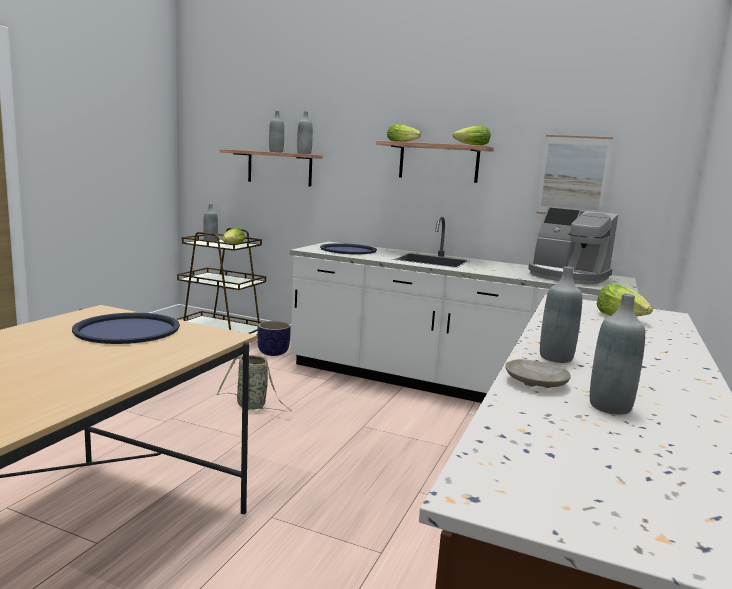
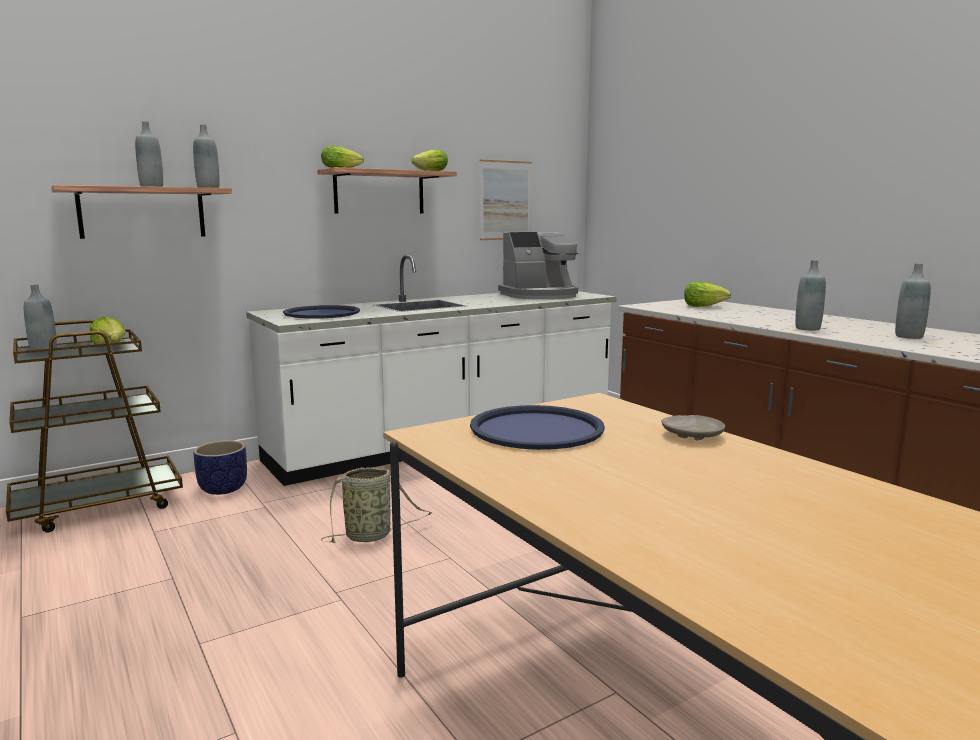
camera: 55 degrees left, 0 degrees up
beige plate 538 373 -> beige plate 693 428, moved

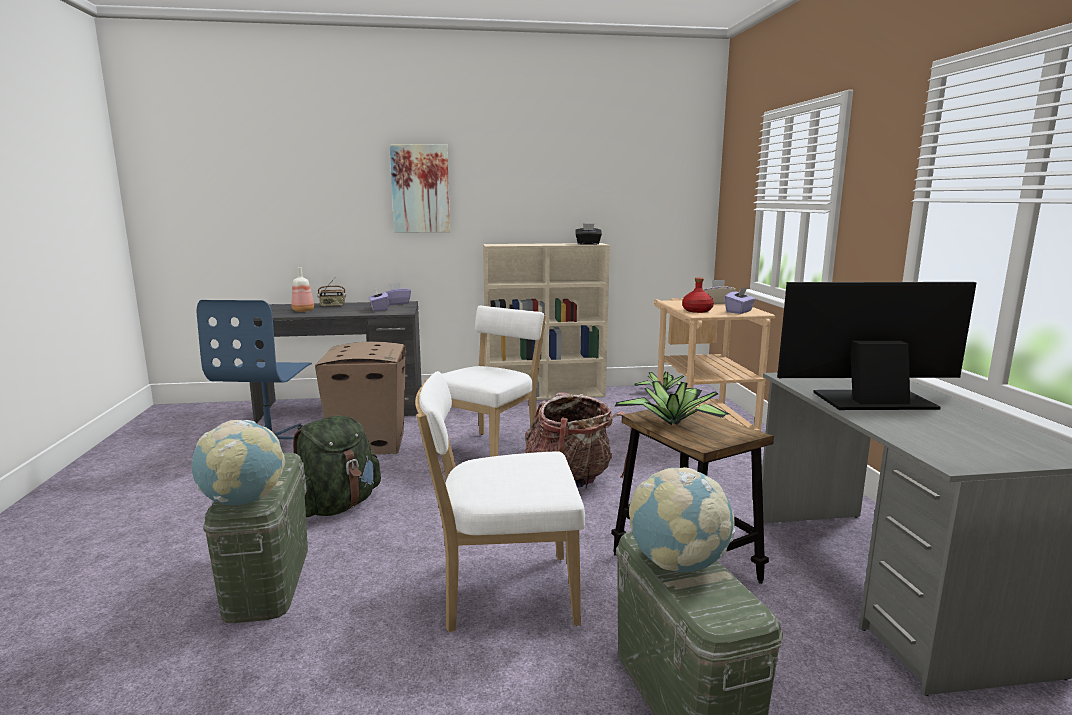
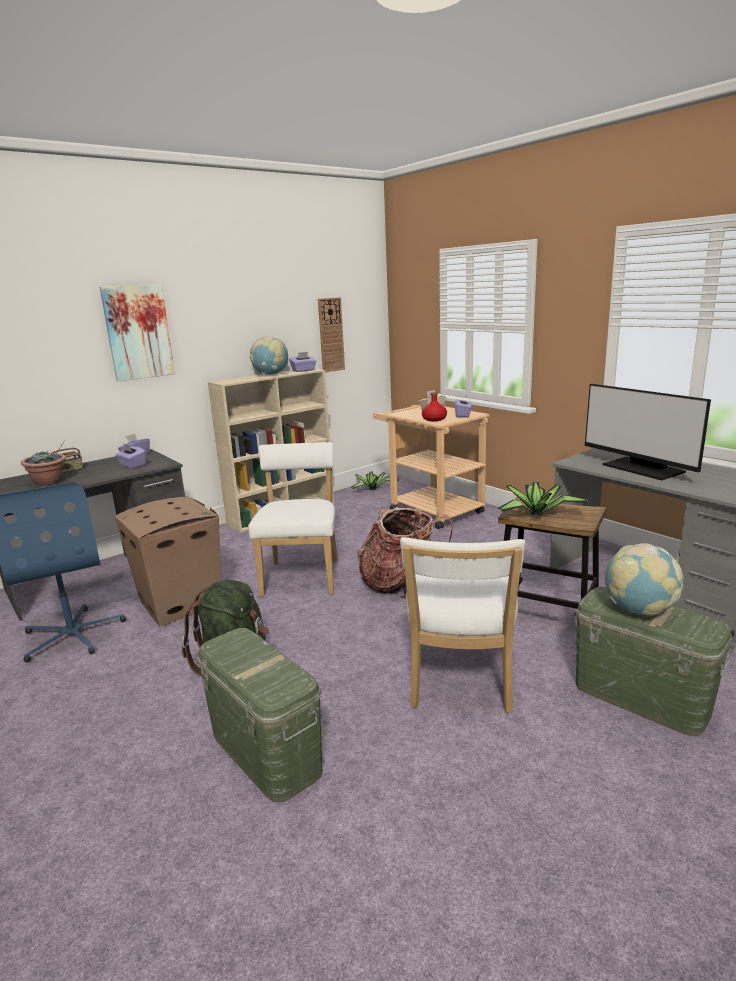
camera: 30 degrees left, 5 degrees up
bottle 303 289 -> potted plant 43 468
globe 238 462 -> globe 269 355, moved
black tissue box 588 234 -> purple tissue box 302 362
none -> wall clock 331 334
white chair 500 501 -> white chair 462 625, 45 degrees counterclockwise
monitor 877 346 -> monitor 648 432, 90 degrees counterclockwise

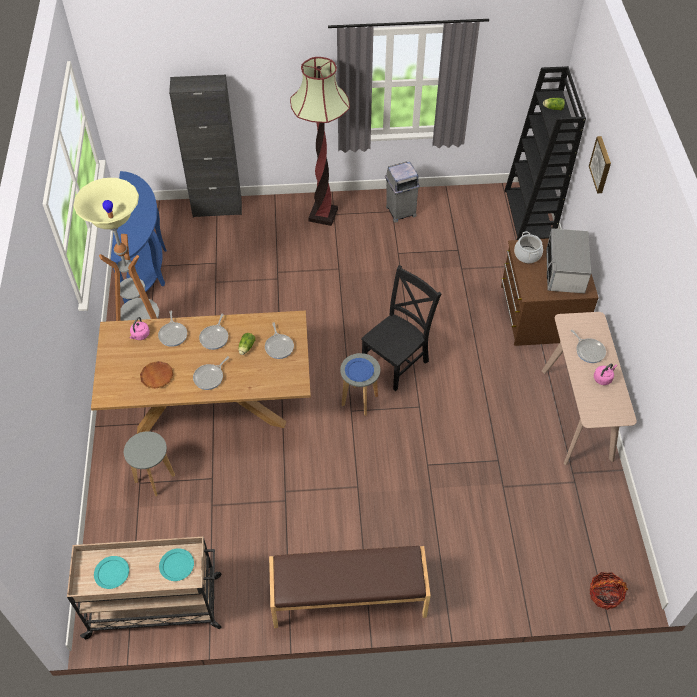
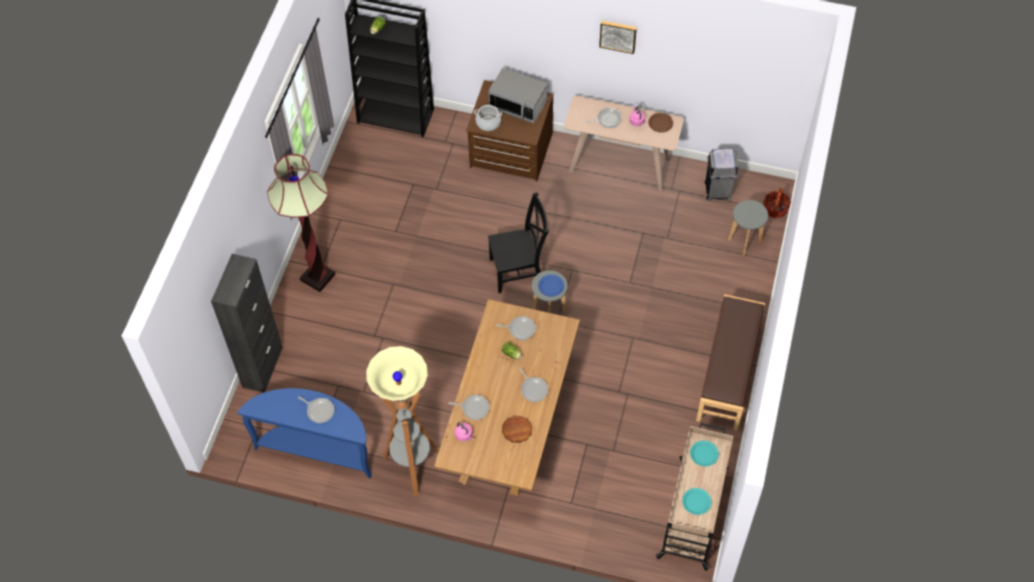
camera: 70 degrees left, 5 degrees up
frying pan 213 332 -> frying pan 316 409, moved
black chair 401 328 -> black chair 518 242, 105 degrees clockwise
picture 600 164 -> picture 618 37, moved
none -> brown plate 660 122
grey trash can 402 192 -> grey trash can 721 175, moved
grey stool 149 463 -> grey stool 748 227, moved

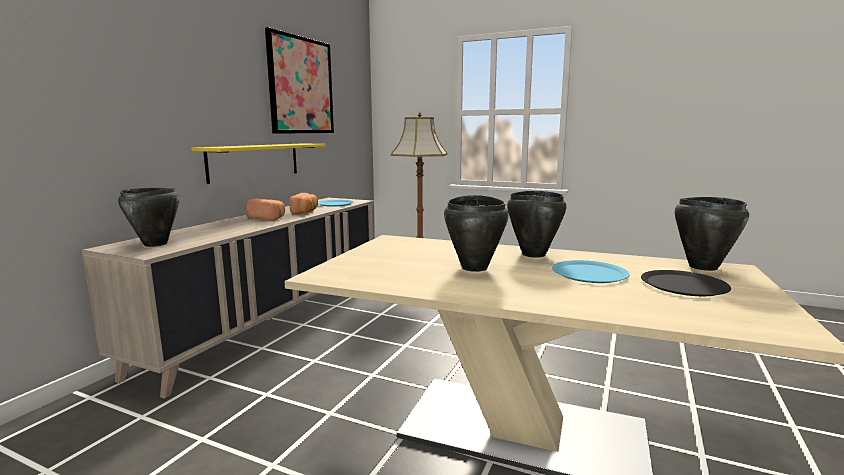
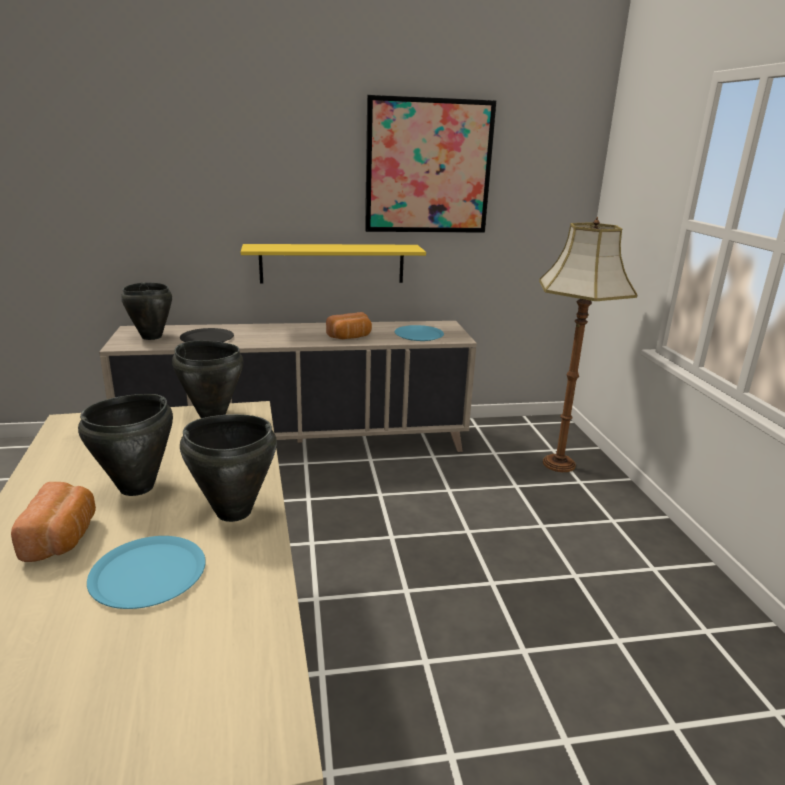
camera: 55 degrees right, 10 degrees up
bread 265 210 -> bread 53 522, moved
black cooking pot 712 234 -> black cooking pot 208 379, moved
black plate 686 283 -> black plate 207 335, moved

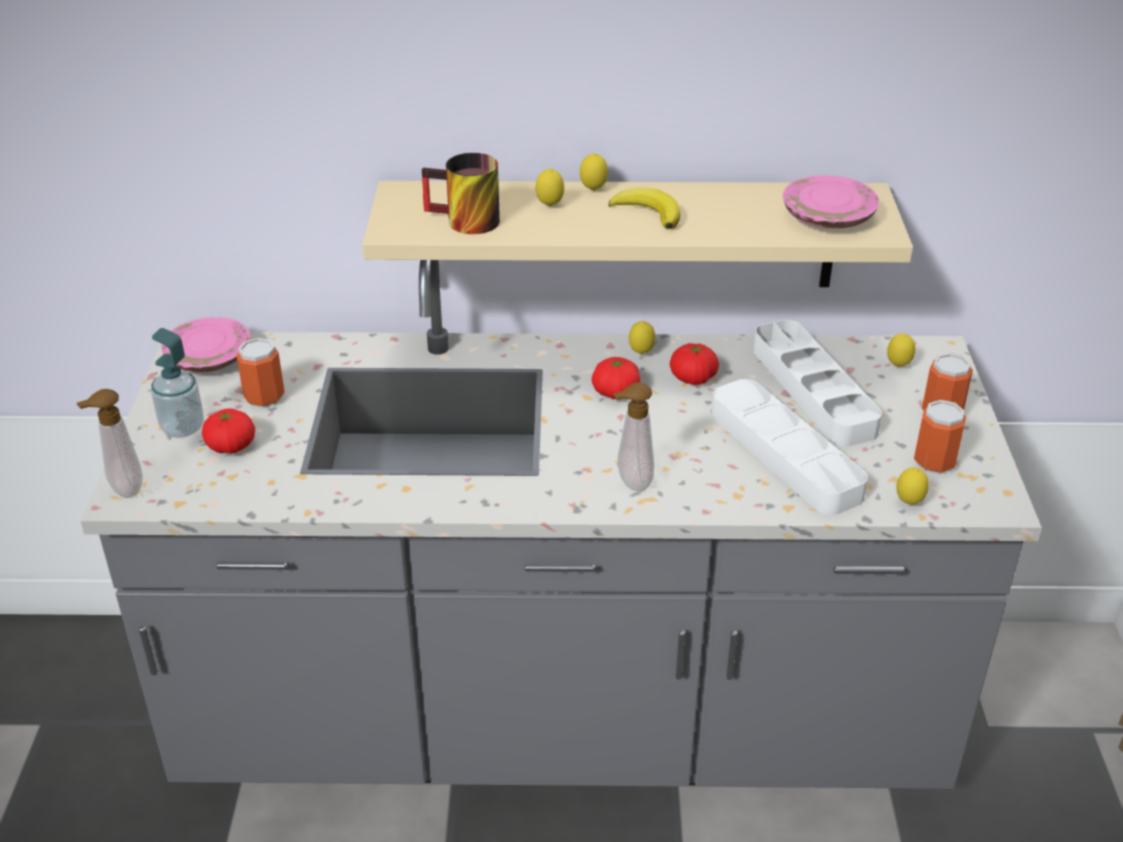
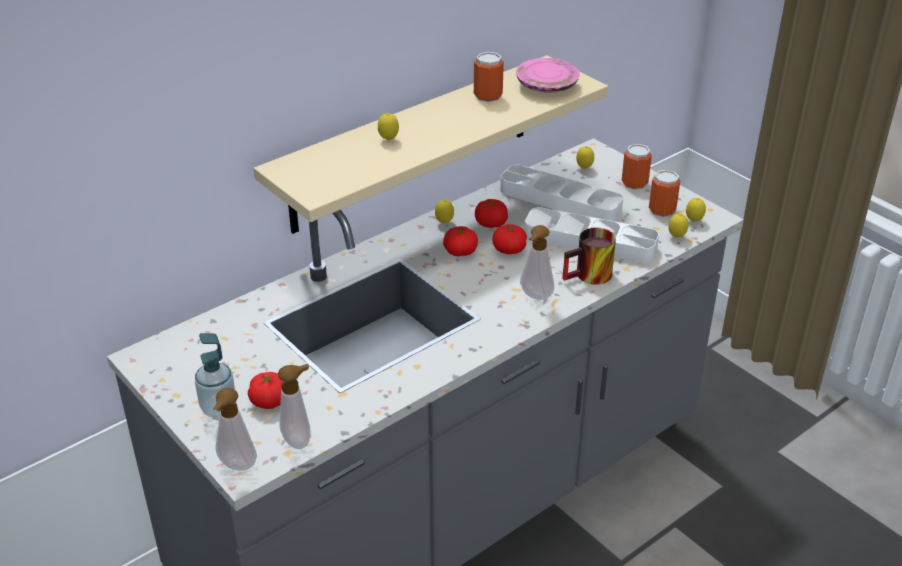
camera: 40 degrees left, 0 degrees up
none -> soap dispenser 294 406
can 260 373 -> can 489 77, moved
none -> tomato 509 239
mug 461 193 -> mug 589 255, moved
lemon 594 172 -> lemon 696 210, moved
pink plate 206 344 -> none
banana 644 208 -> none

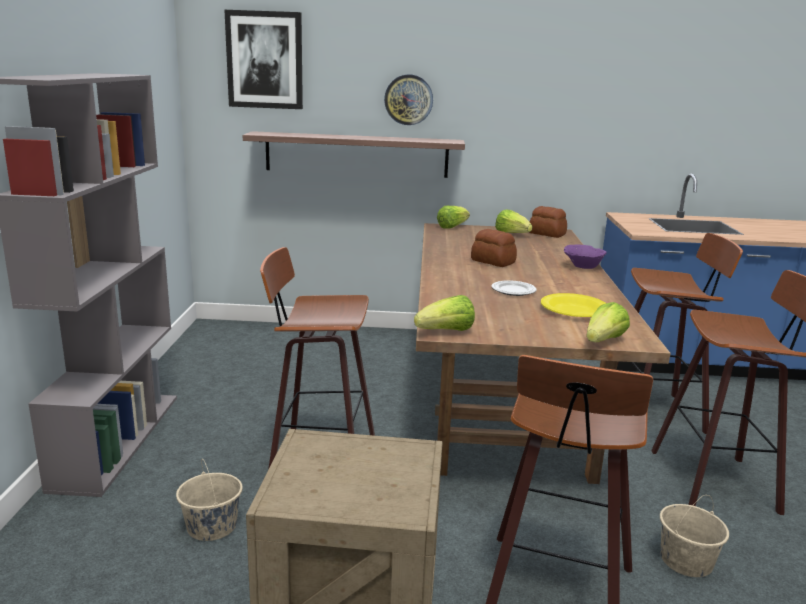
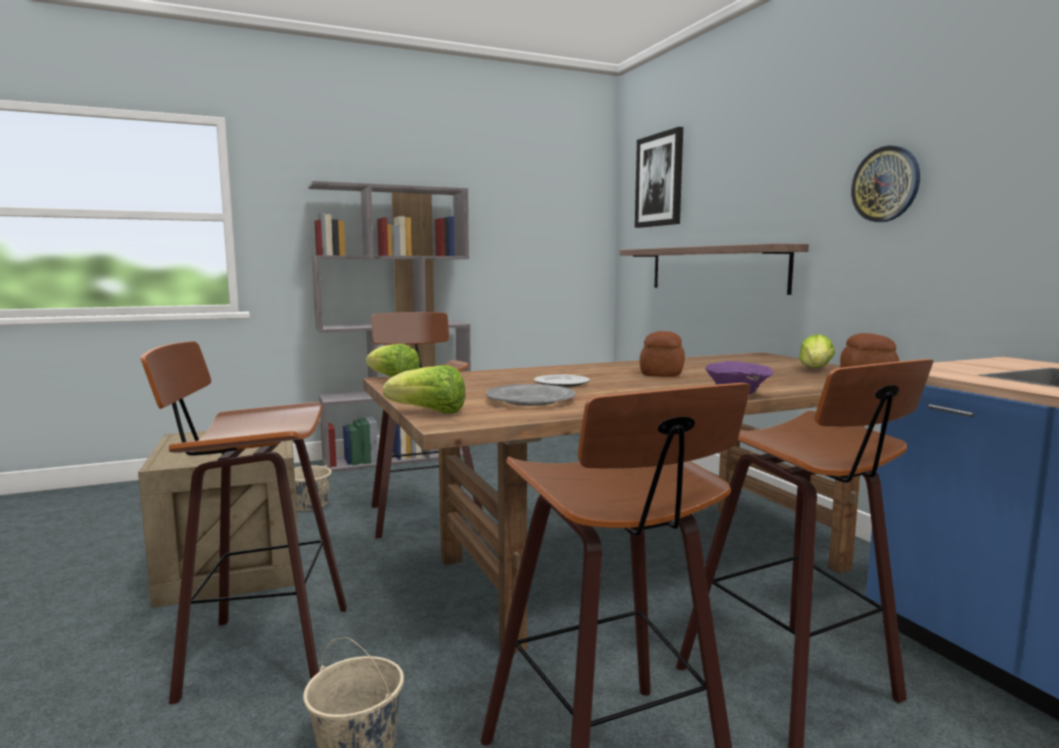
camera: 65 degrees right, 10 degrees down
yellow plate 573 305 -> grey plate 531 395
wall clock 408 99 -> wall clock 885 183, moved
lettuce 453 217 -> none

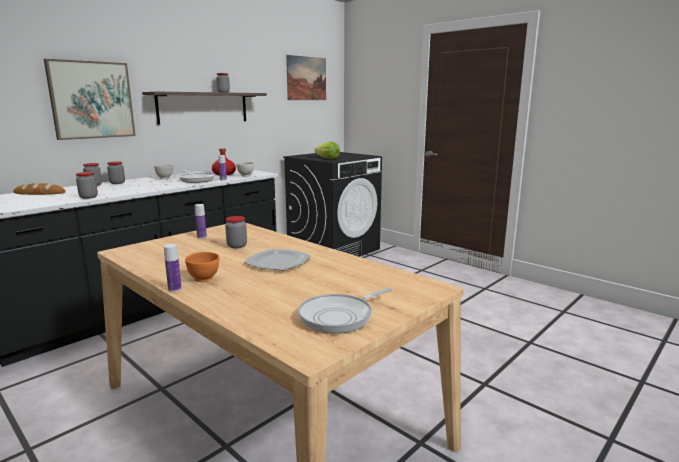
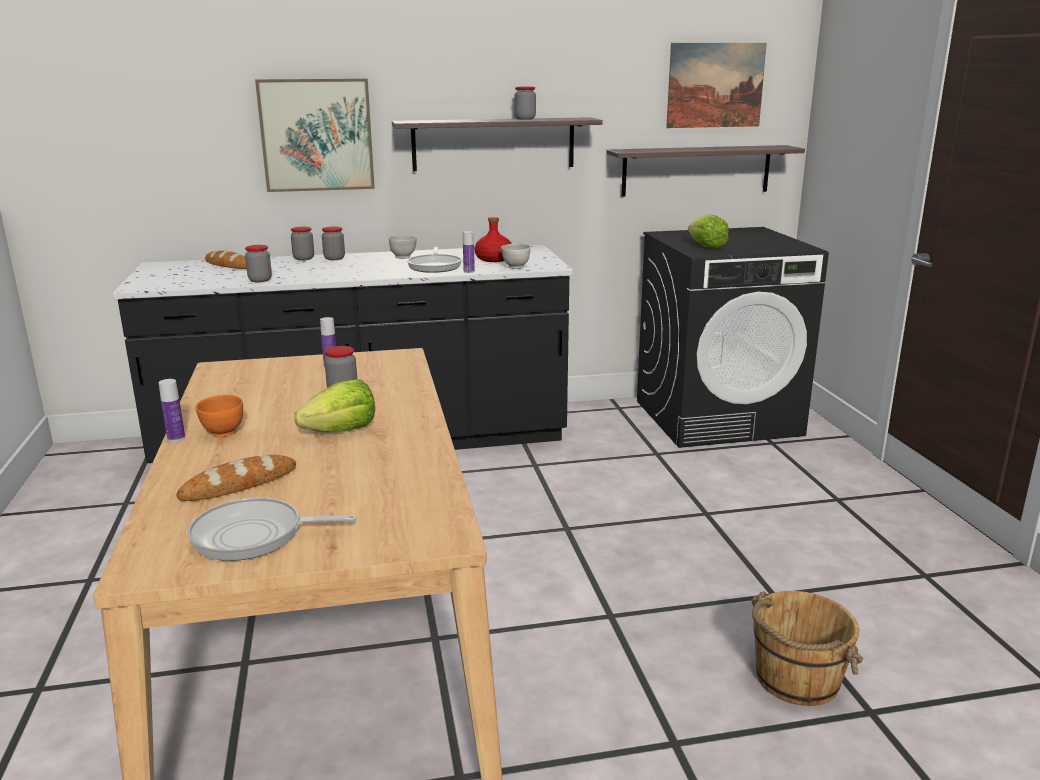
camera: 35 degrees right, 5 degrees up
none -> bread 236 478
plate 277 259 -> lettuce 334 405
none -> shelf 705 171
none -> brown bucket 807 648

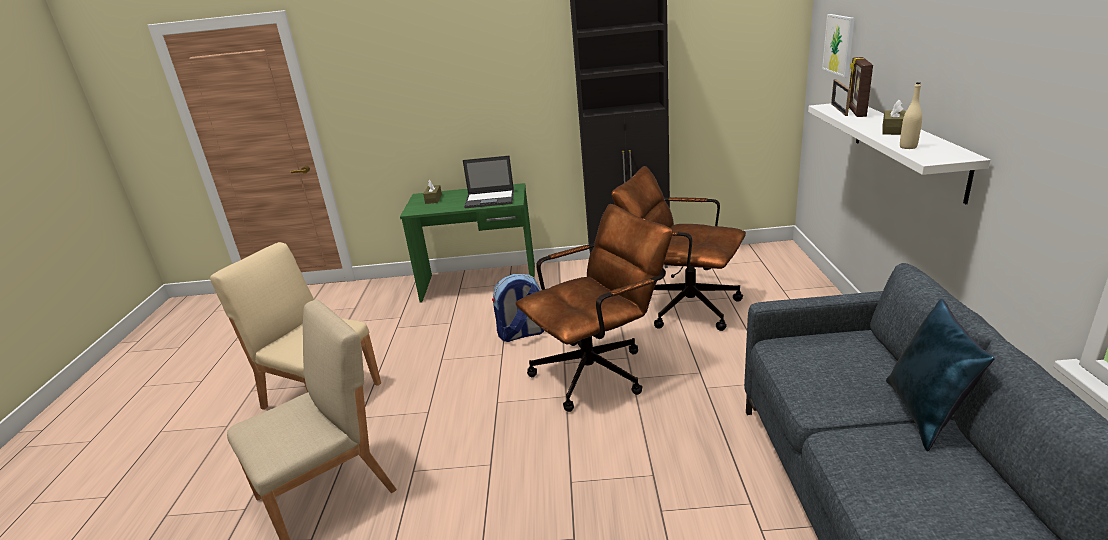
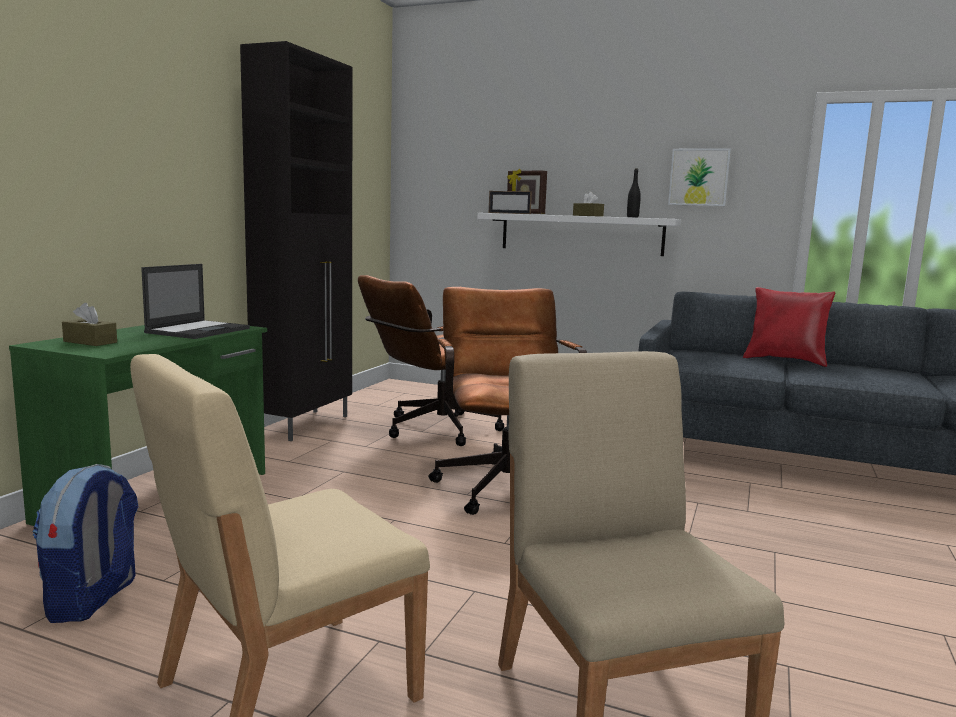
camera: 70 degrees left, 15 degrees down
backpack 518 308 -> backpack 85 543, moved
beige bottle 911 115 -> black bottle 634 193
picture 838 45 -> picture 699 177, moved
blue pillow 940 375 -> red pillow 789 327

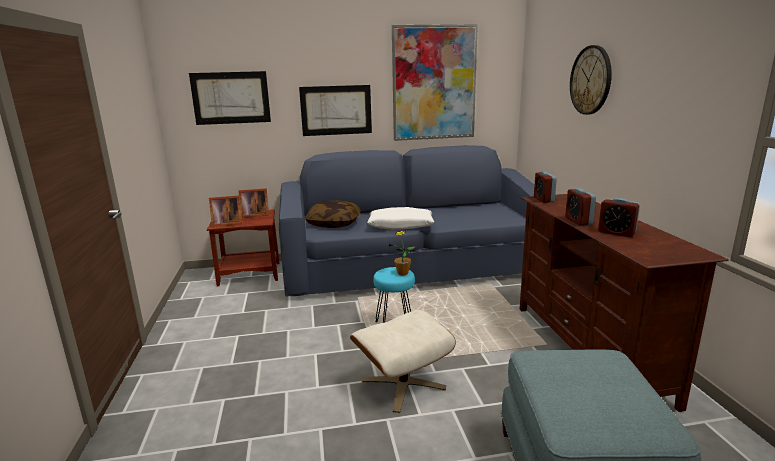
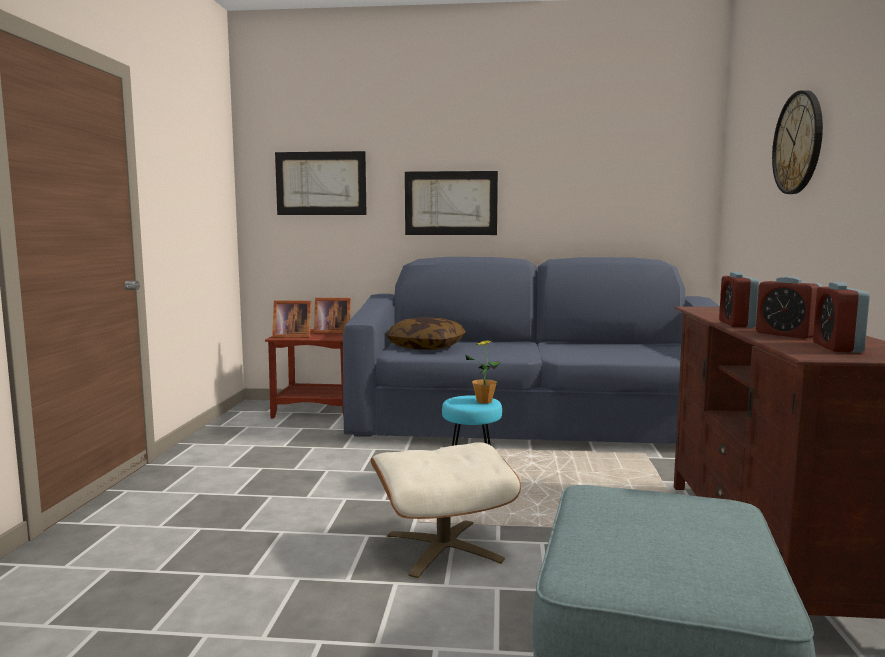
camera: 15 degrees right, 10 degrees down
alarm clock 545 187 -> alarm clock 841 317, moved
white pillow 400 218 -> none
picture 435 82 -> none

